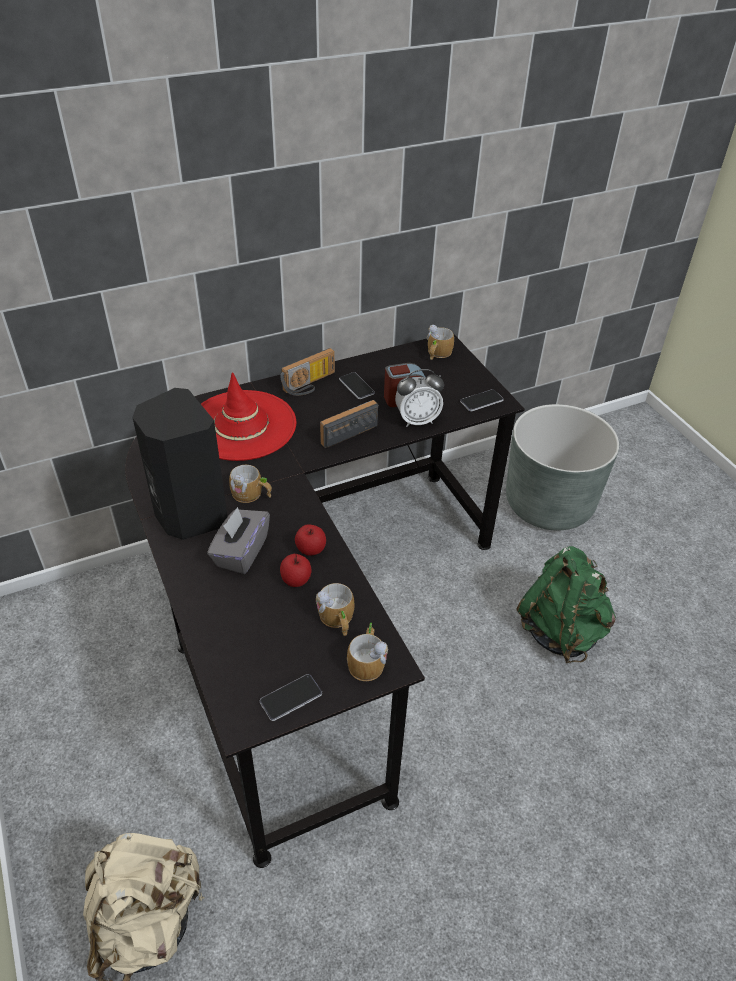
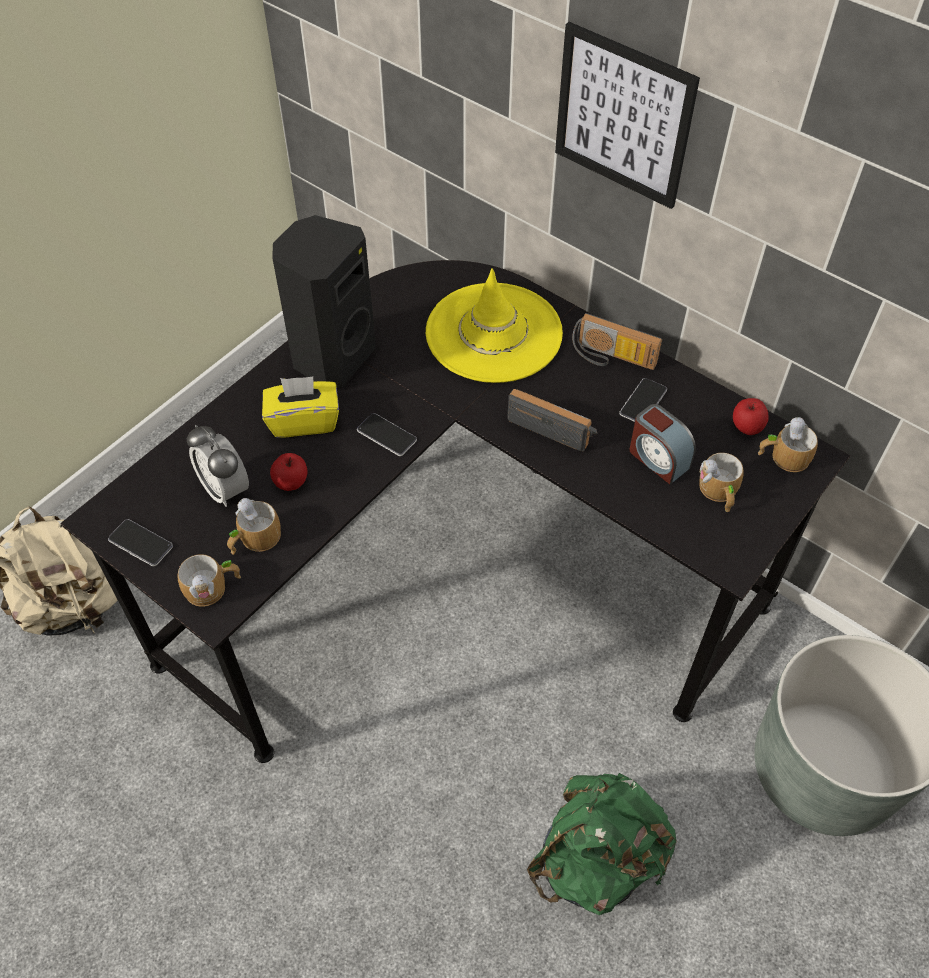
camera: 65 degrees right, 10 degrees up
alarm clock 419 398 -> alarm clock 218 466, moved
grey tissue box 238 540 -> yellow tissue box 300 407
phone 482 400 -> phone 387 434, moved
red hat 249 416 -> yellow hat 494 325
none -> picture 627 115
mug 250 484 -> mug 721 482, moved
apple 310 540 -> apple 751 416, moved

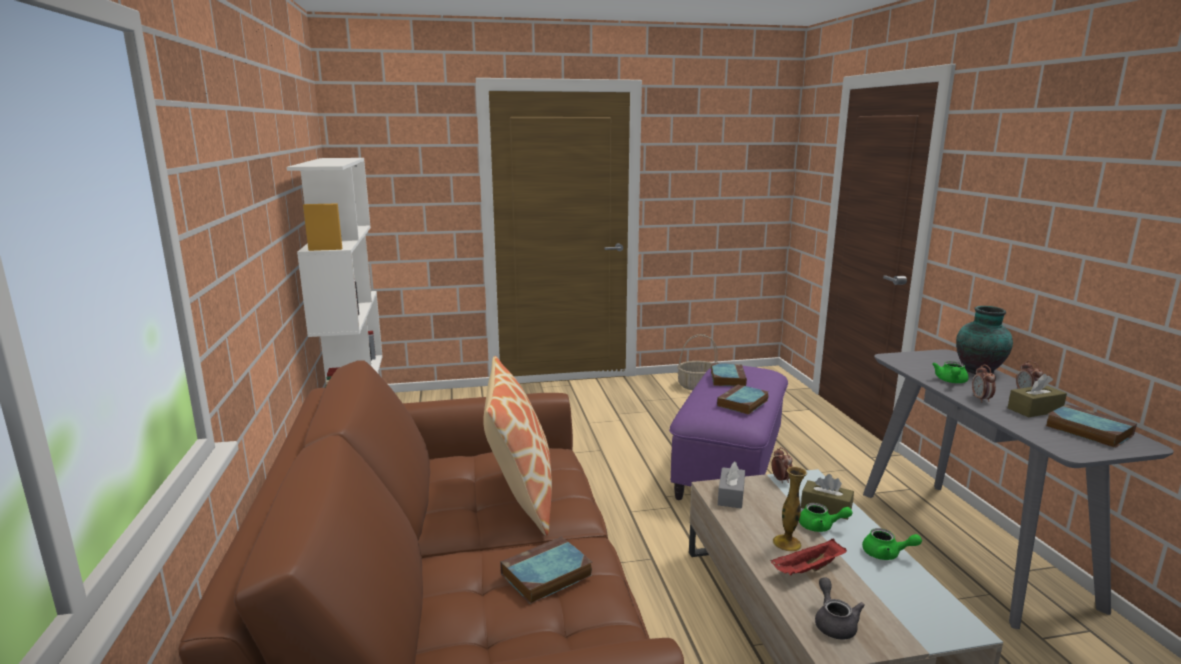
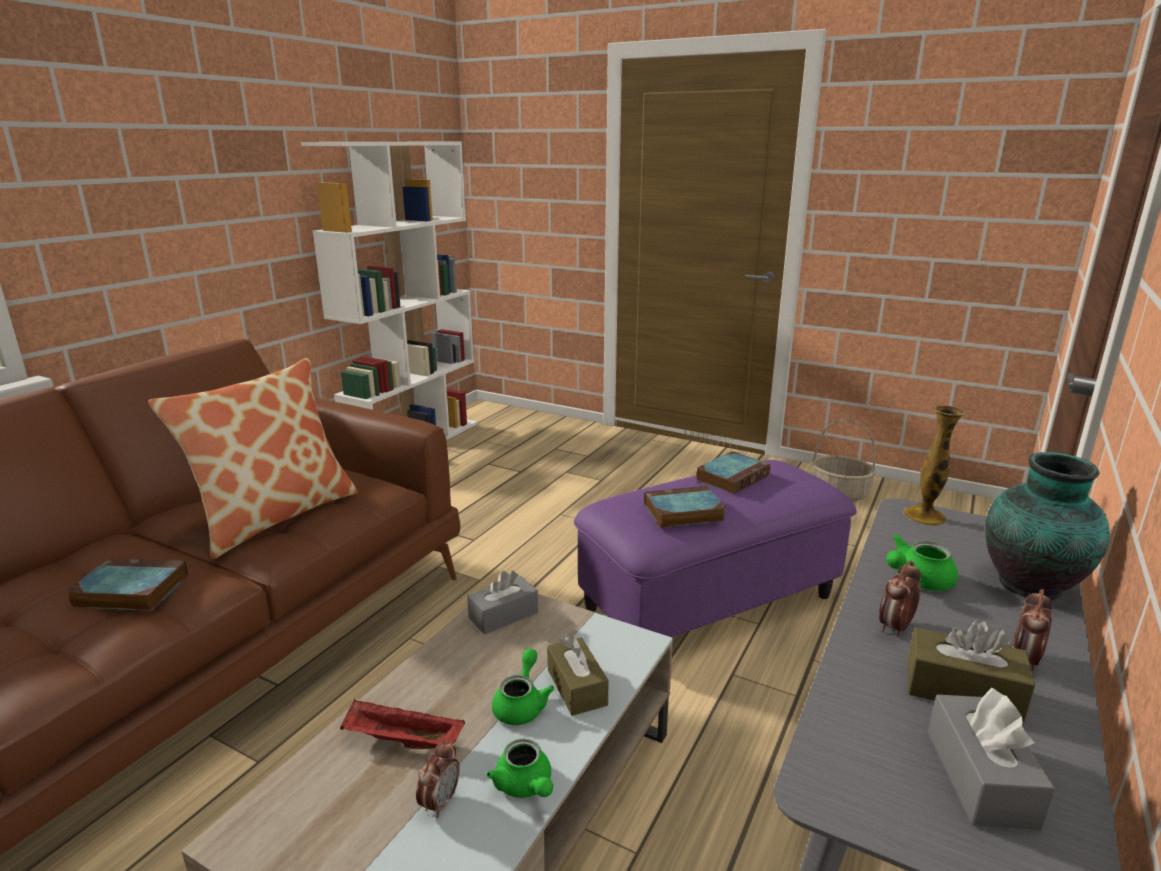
camera: 40 degrees right, 5 degrees up
alarm clock 782 465 -> alarm clock 438 779, moved
green teapot 826 517 -> green teapot 523 687, 135 degrees counterclockwise
vase 789 509 -> vase 934 465, moved
book 1091 426 -> grey tissue box 991 759
grey teapot 840 608 -> none

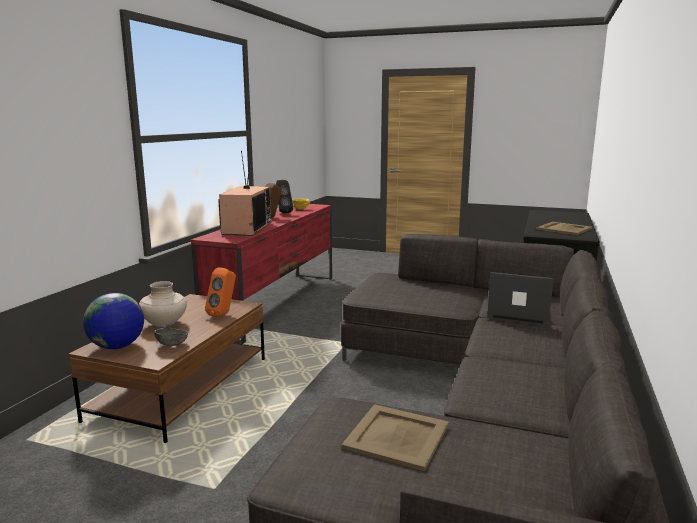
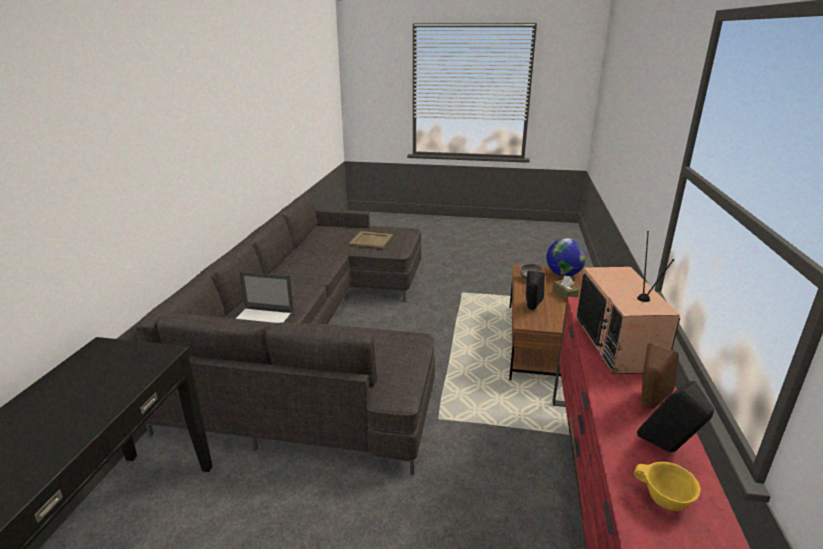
camera: 170 degrees right, 10 degrees up
orange speaker 220 293 -> black speaker 535 290
beige vase 163 304 -> brown tissue box 565 289
beige tray 564 228 -> none

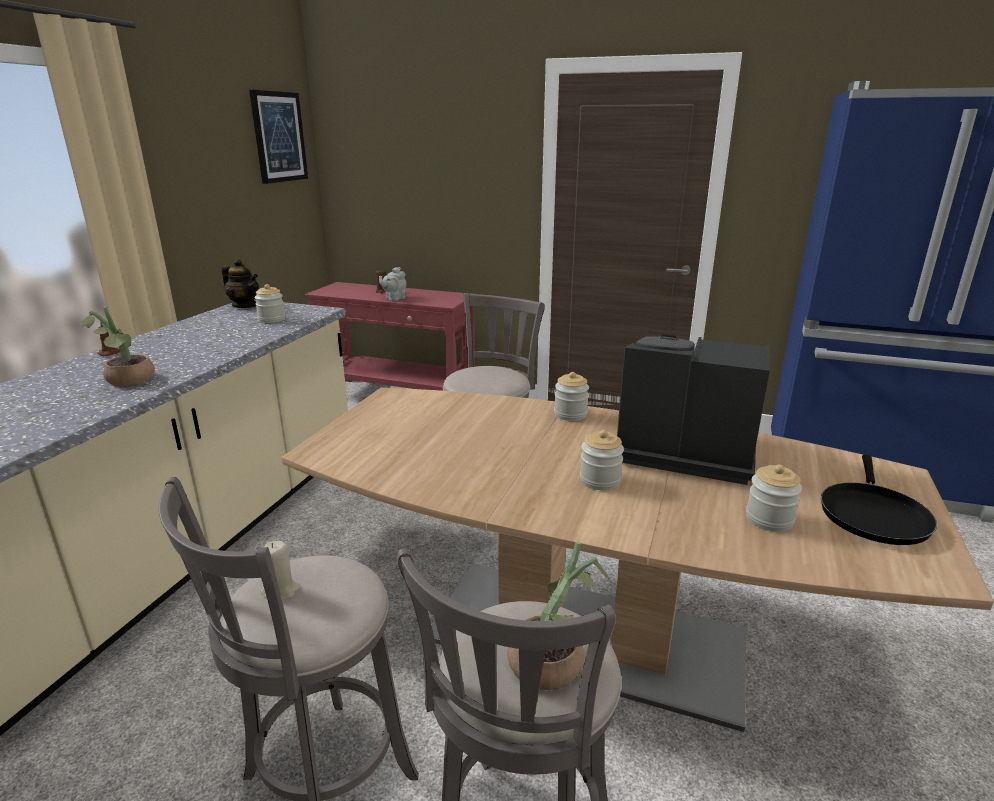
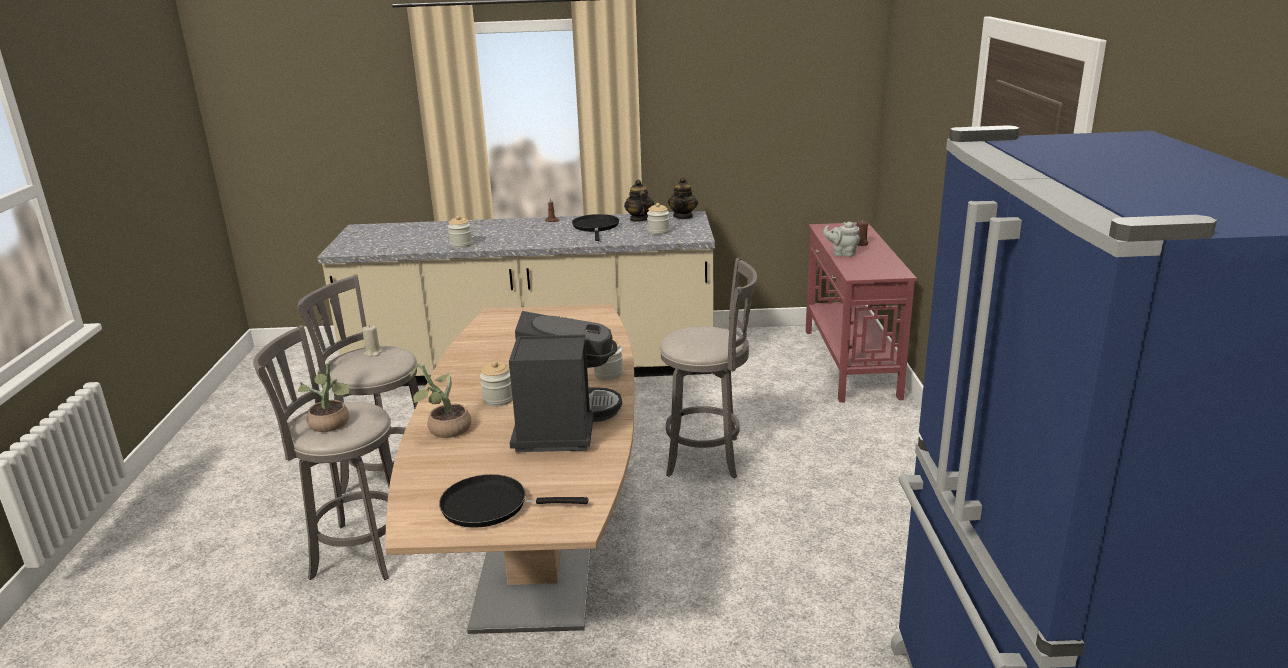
camera: 70 degrees right, 0 degrees up
potted plant 118 346 -> potted plant 440 401, moved
jar 774 498 -> jar 460 231, moved
none -> black frying pan 595 227
none -> teapot 639 201
picture 278 137 -> none

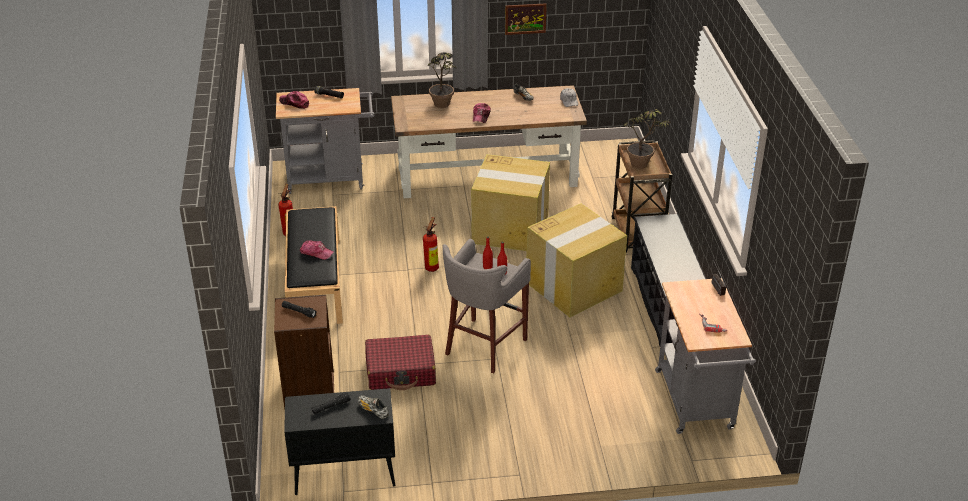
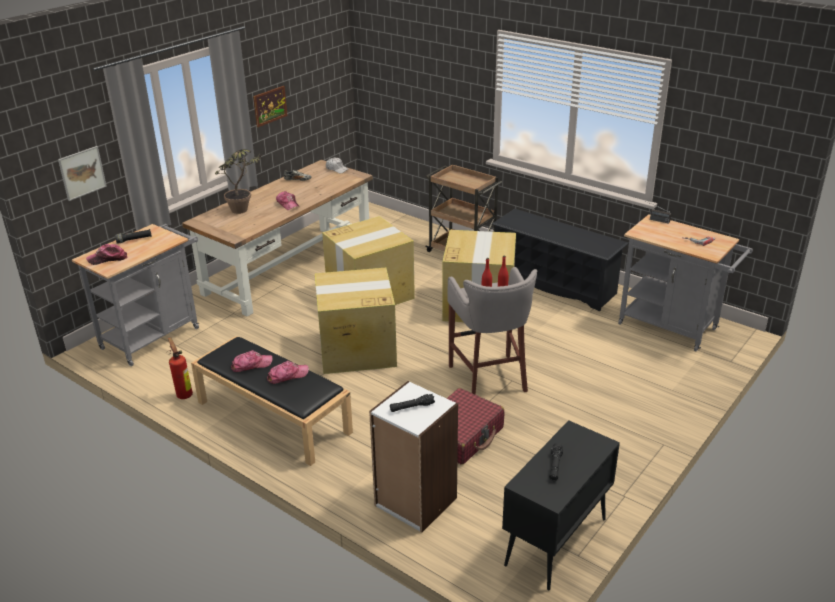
camera: 45 degrees left, 5 degrees down
none -> picture 82 173
none -> cap 252 361
fire extinguisher 431 244 -> cardboard box 356 321
brown bookcase 304 352 -> white bookcase 413 457
shoe 373 407 -> none
potted plant 647 139 -> none

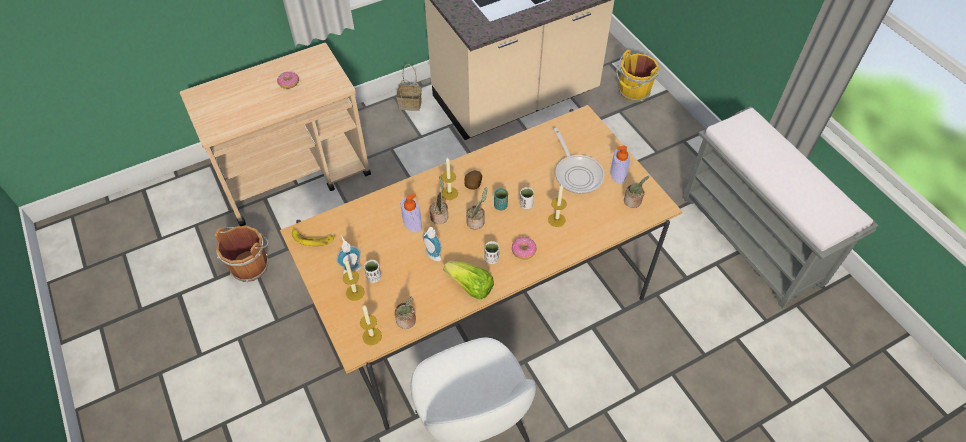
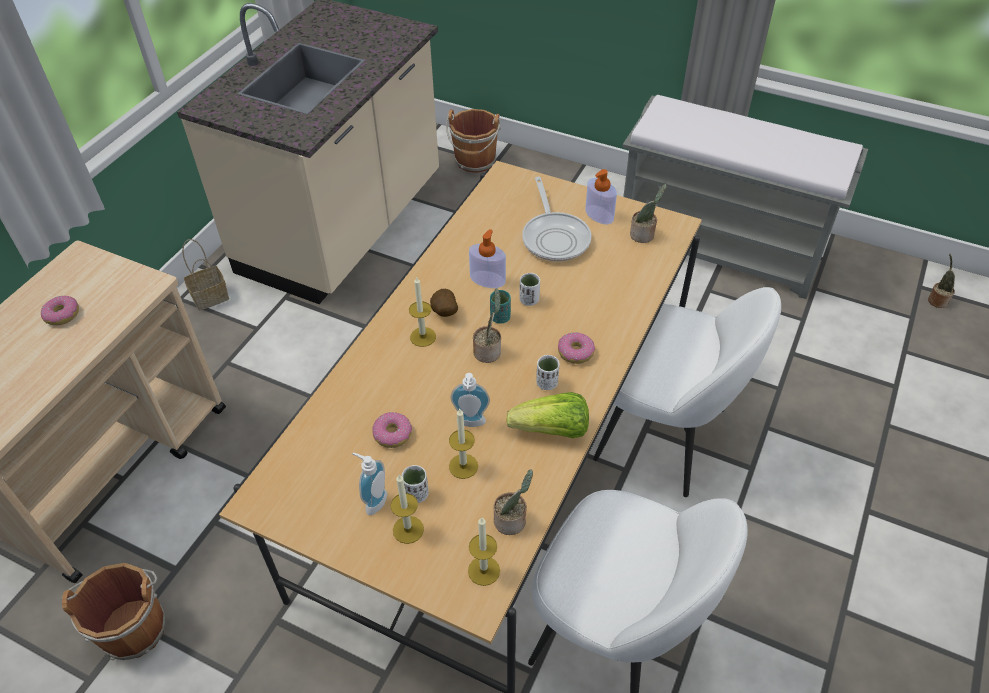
camera: 35 degrees left, 5 degrees down
none -> donut 392 430
yellow bucket 637 76 -> brown bucket 473 141
candle 557 205 -> candle 463 444, moved
soap dispenser 411 213 -> soap dispenser 487 258, moved
frying pan 579 161 -> frying pan 556 219, 45 degrees clockwise
none -> white chair 687 392
potted plant 438 200 -> potted plant 941 281, moved
banana 313 236 -> none

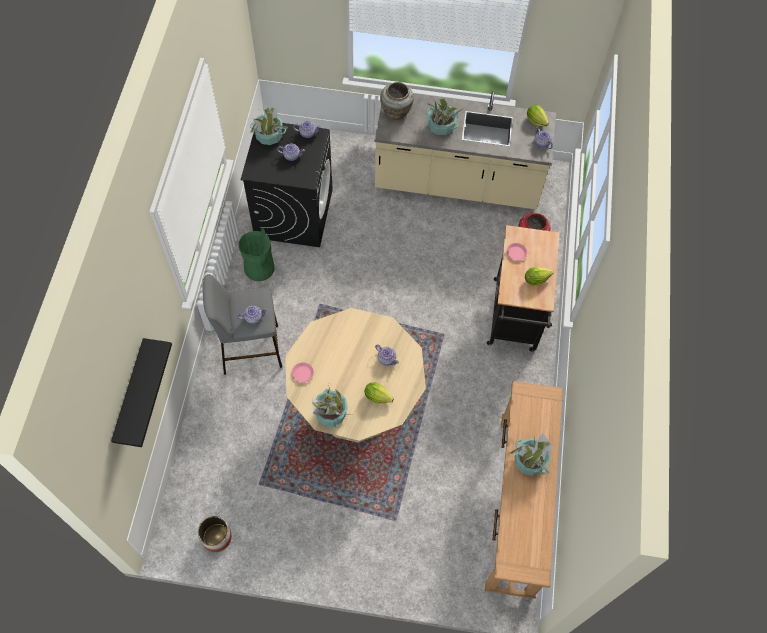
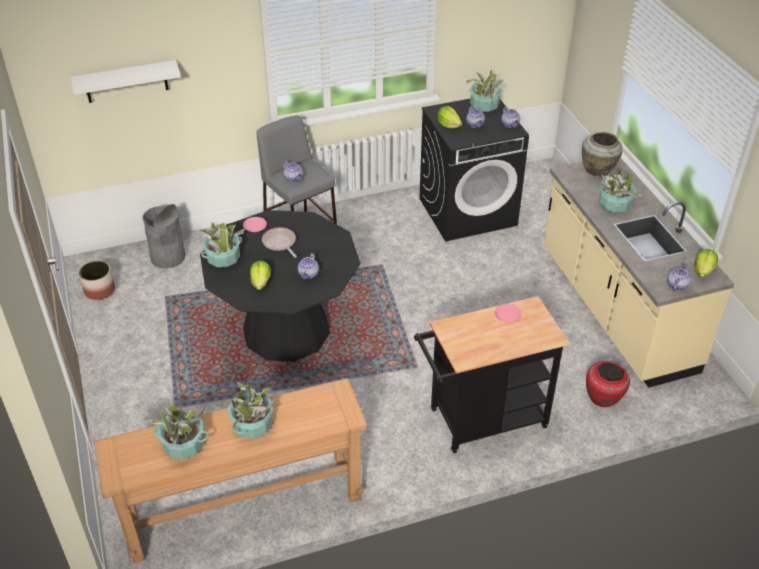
camera: 65 degrees right, 20 degrees down
black shelf 141 392 -> white shelf 126 81
none -> grey trash can 164 236
none -> potted plant 178 432
beige dining table 355 375 -> black dining table 280 286
none -> frying pan 279 242
lettuce 539 276 -> lettuce 449 117, moved
green trash can 257 254 -> none

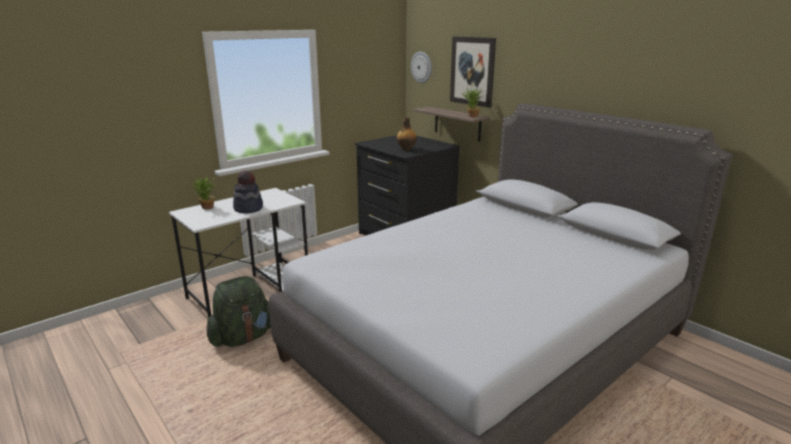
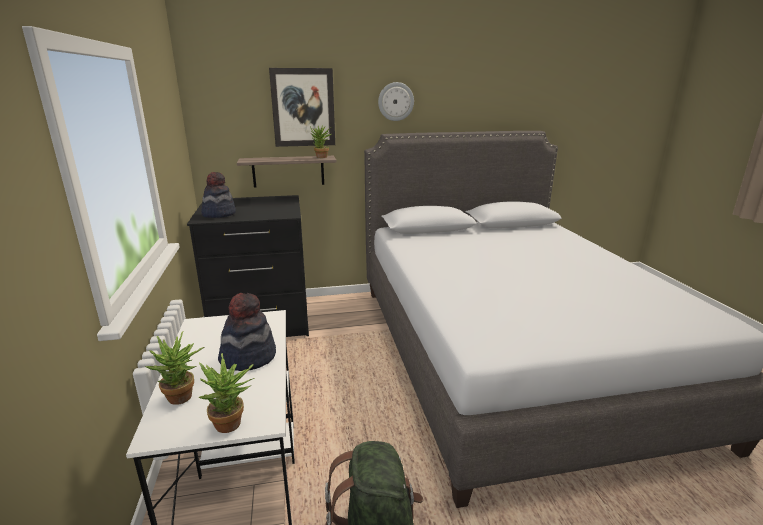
camera: 60 degrees left, 0 degrees up
none -> potted plant 226 393
none -> hat 218 195
wall clock 421 67 -> wall clock 396 101, moved
bottle 406 133 -> none

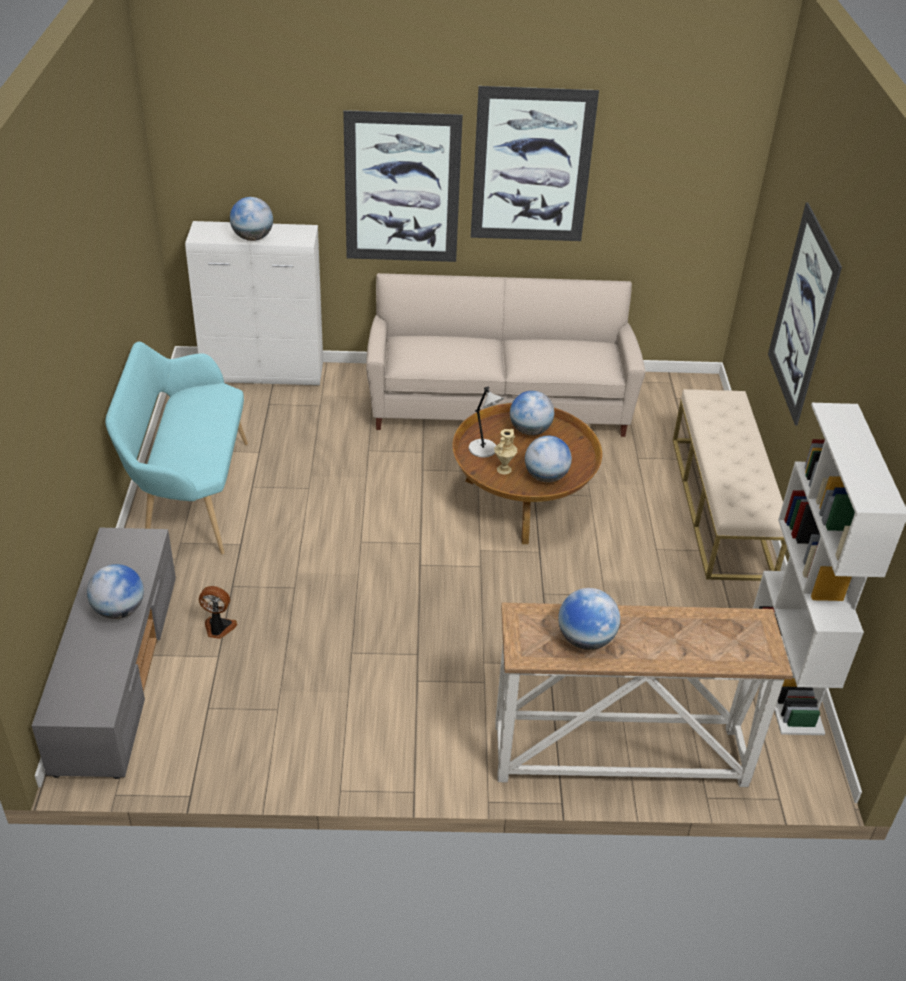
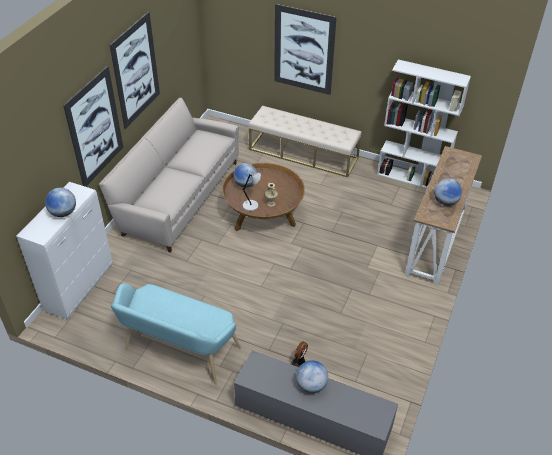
camera: 65 degrees left, 5 degrees up
globe 548 459 -> none

